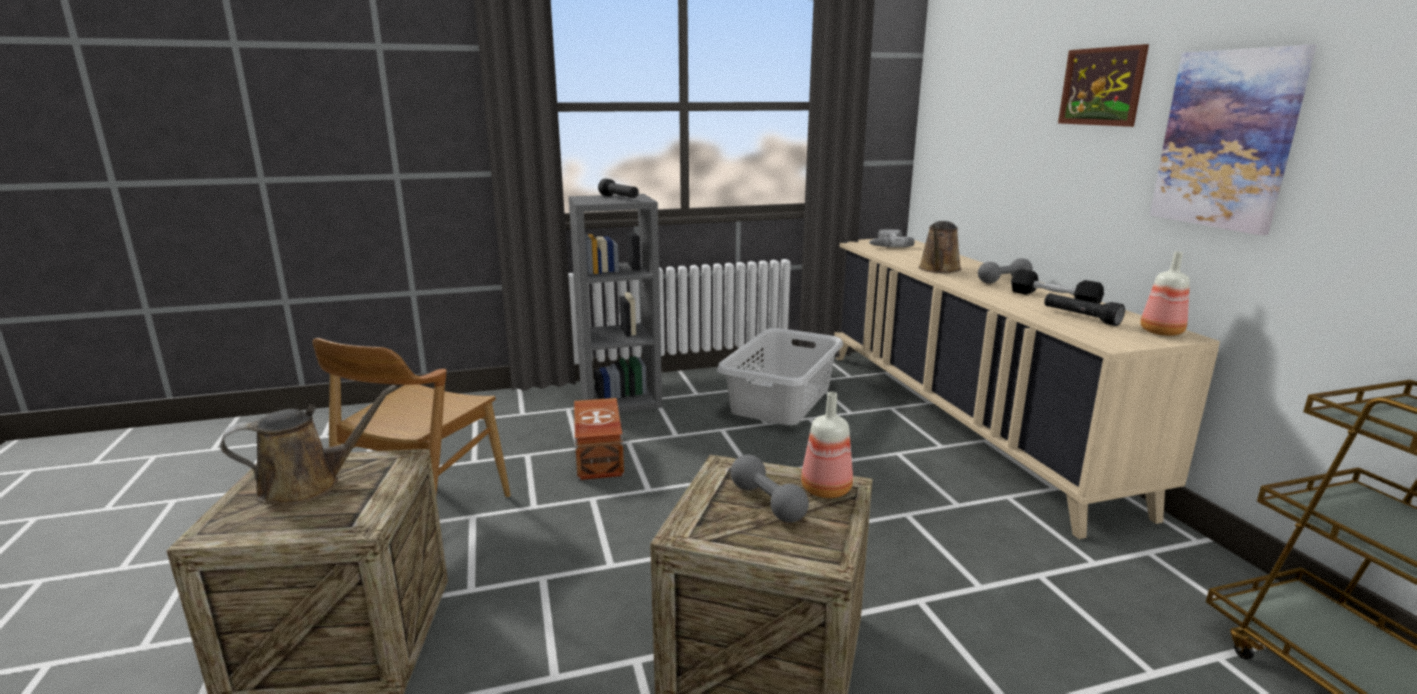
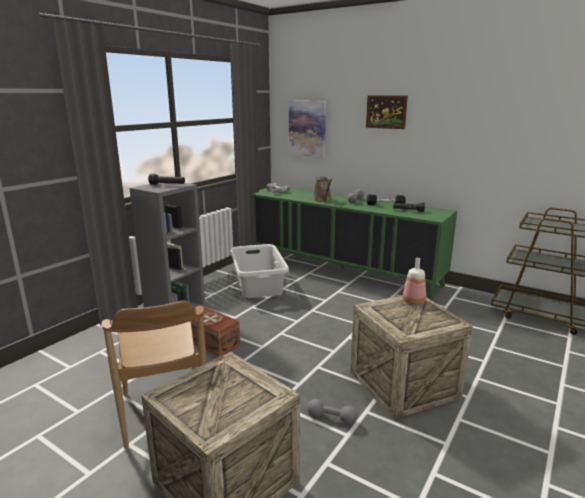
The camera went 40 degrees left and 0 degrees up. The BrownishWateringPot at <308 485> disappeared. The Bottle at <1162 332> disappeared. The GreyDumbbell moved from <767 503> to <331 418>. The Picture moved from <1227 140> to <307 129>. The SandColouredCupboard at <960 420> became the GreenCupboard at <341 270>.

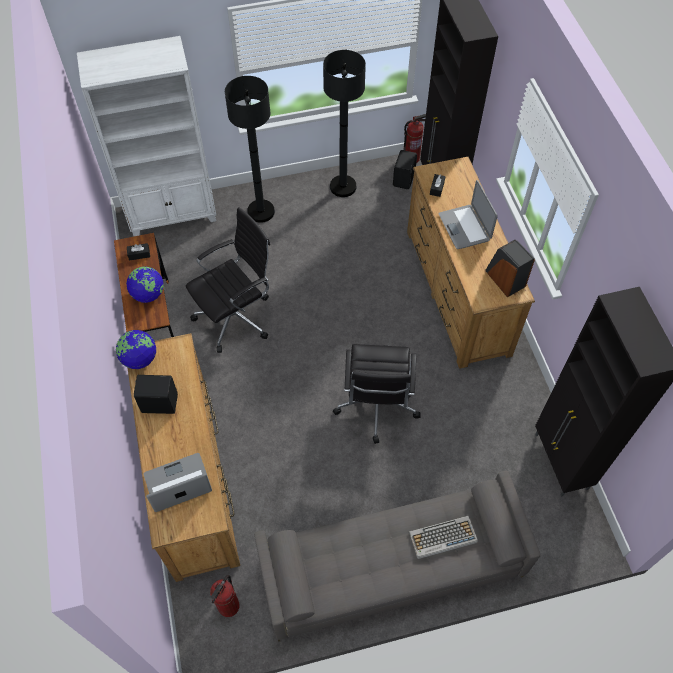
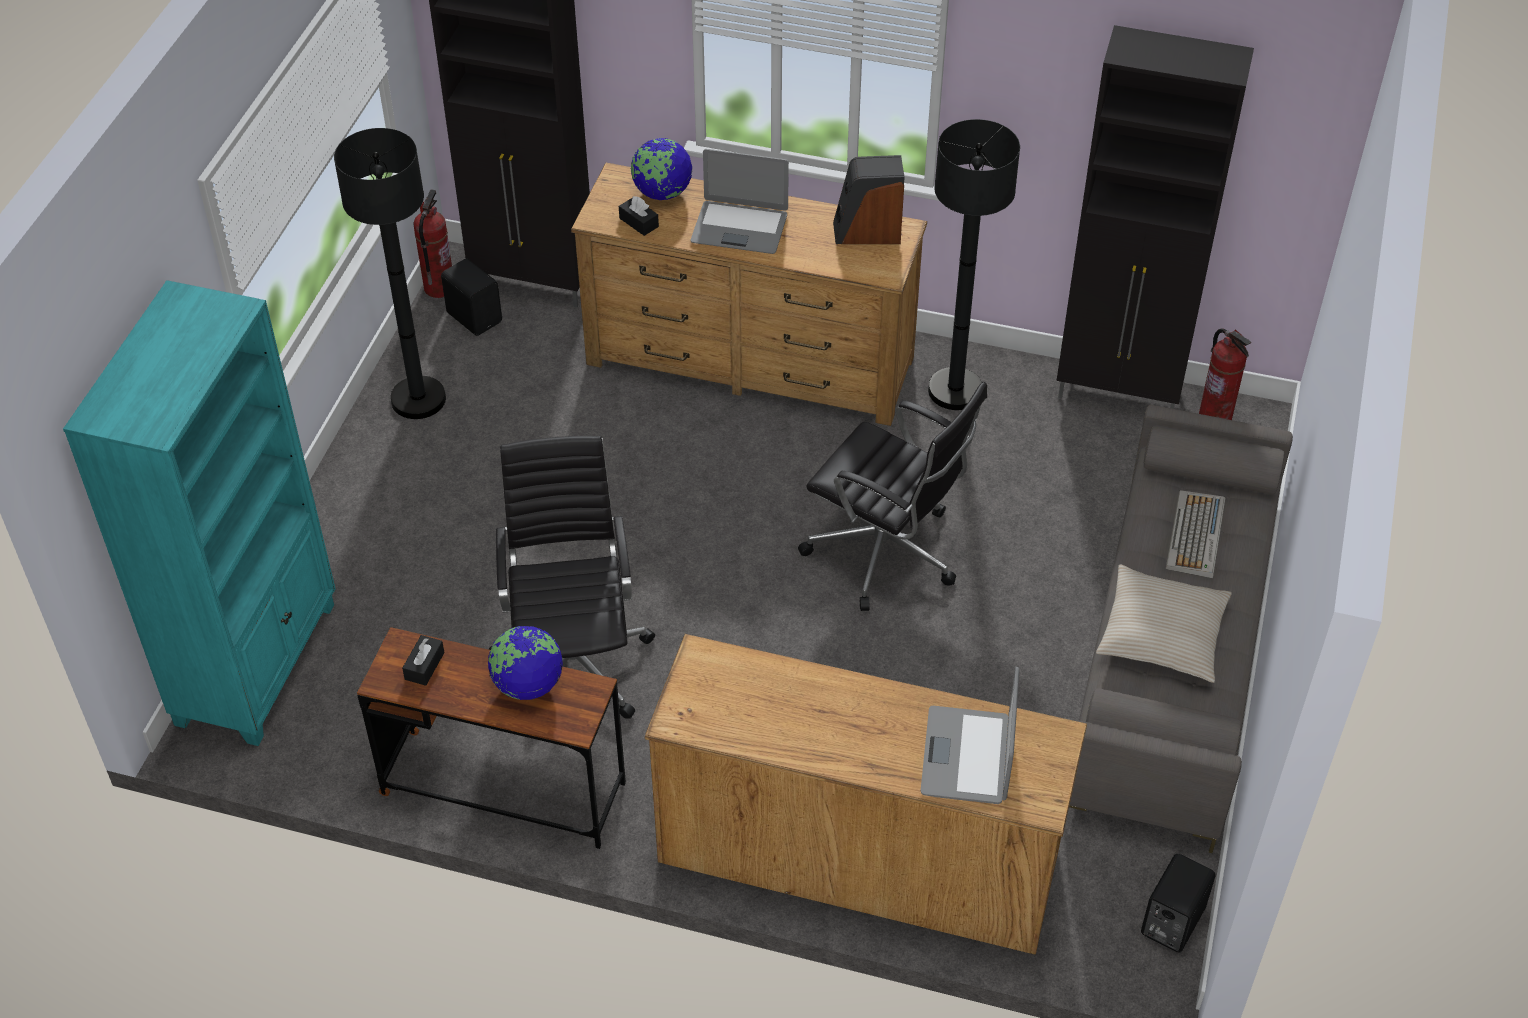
The camera went 60 degrees left and 10 degrees down. The SandColouredThrowPillow at <1162 633> appeared. The DeskGlobe moved from <140 359> to <662 193>. The BlackSpeaker moved from <159 402> to <1170 922>. The Extinguisher moved from <228 606> to <1215 416>. The BlackStandardLamp moved from <261 212> to <955 390>. The WhiteColouredBookshelf at <173 214> became the TurquoiseBookshelf at <258 663>.

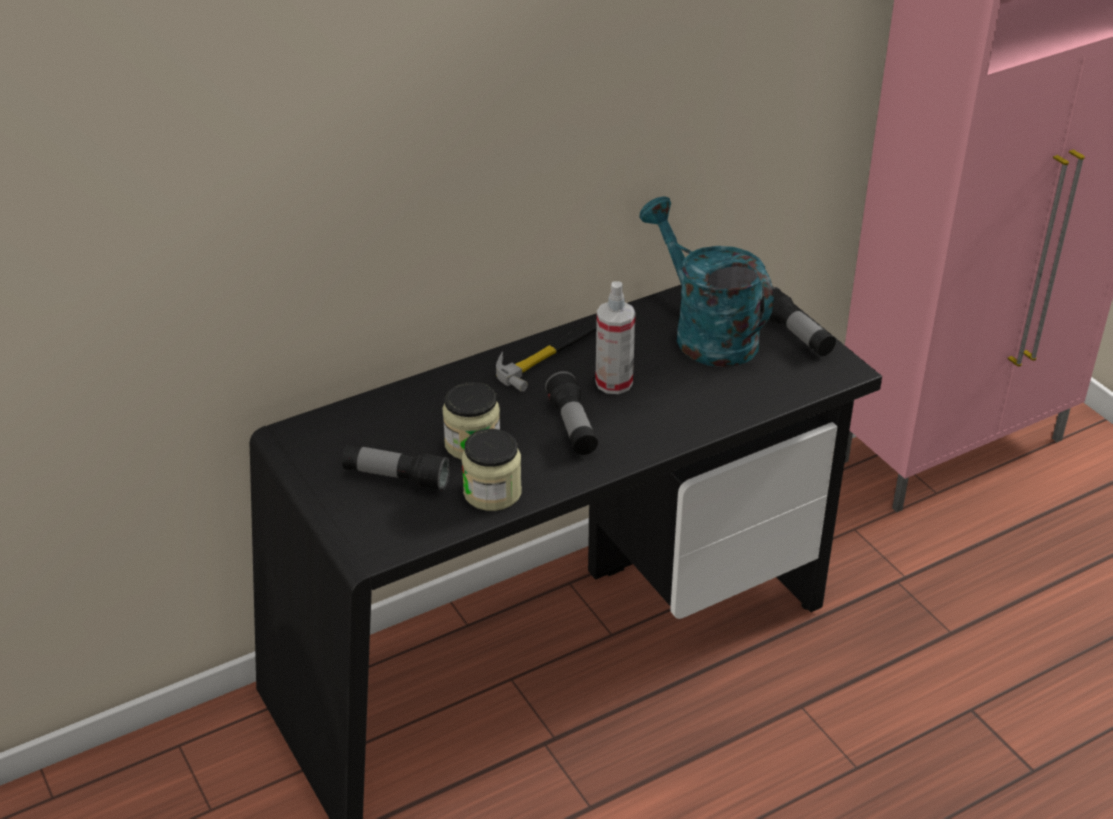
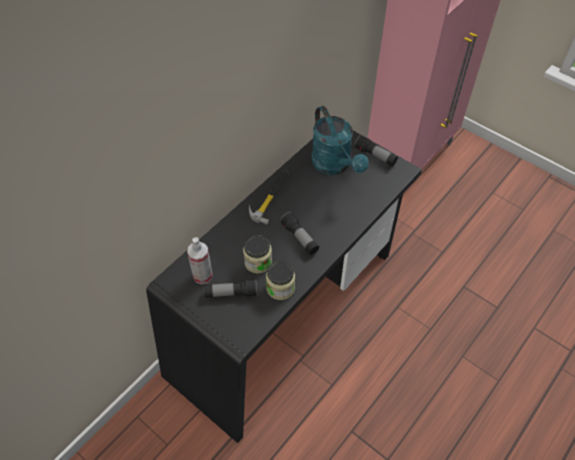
The camera went 20 degrees left and 15 degrees up. The Sprayer moved from <614 382> to <202 275>. The TurquoiseWateringPot at <705 333> turned 150 degrees counterclockwise.

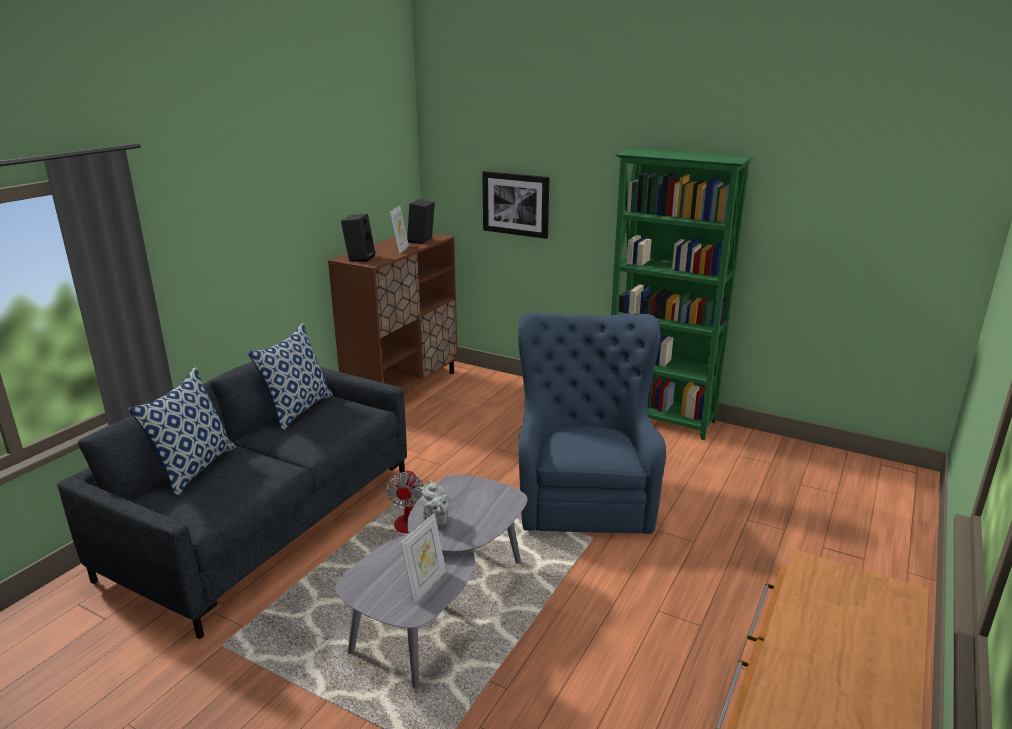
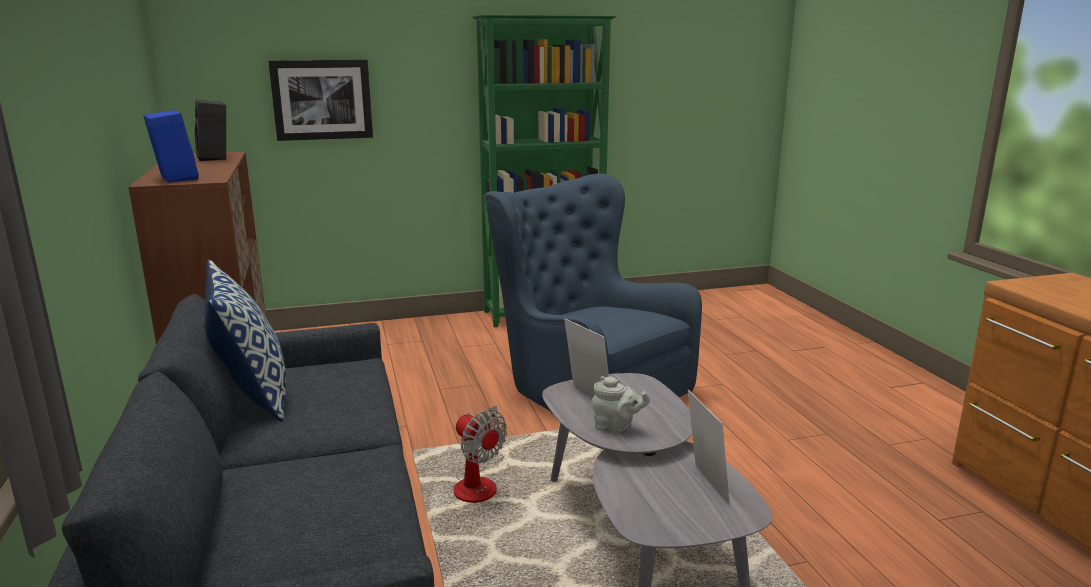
The camera went 45 degrees left and 5 degrees down. The ThrowPillow at <194 468> disappeared. The PhotoFrame moved from <400 249> to <587 396>. The BlackSpeaker at <359 258> became the BluishSpeaker at <174 178>.

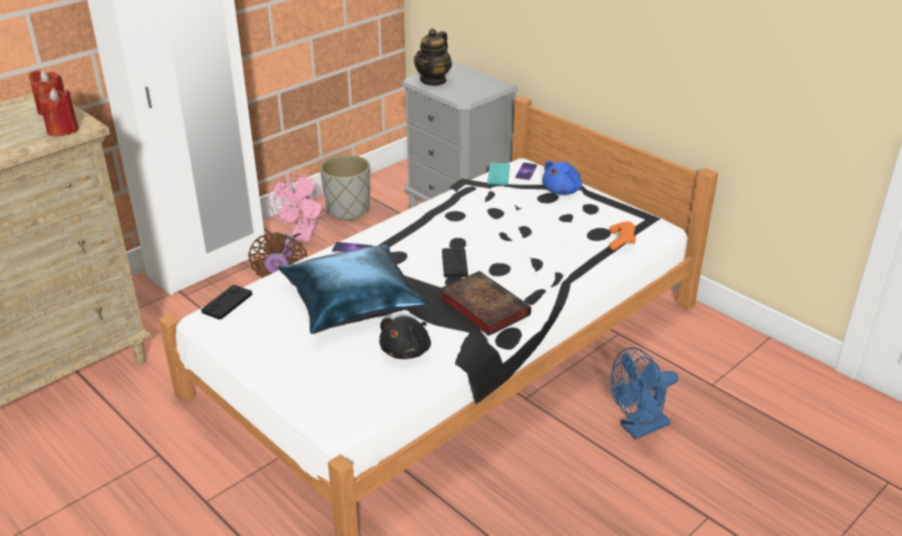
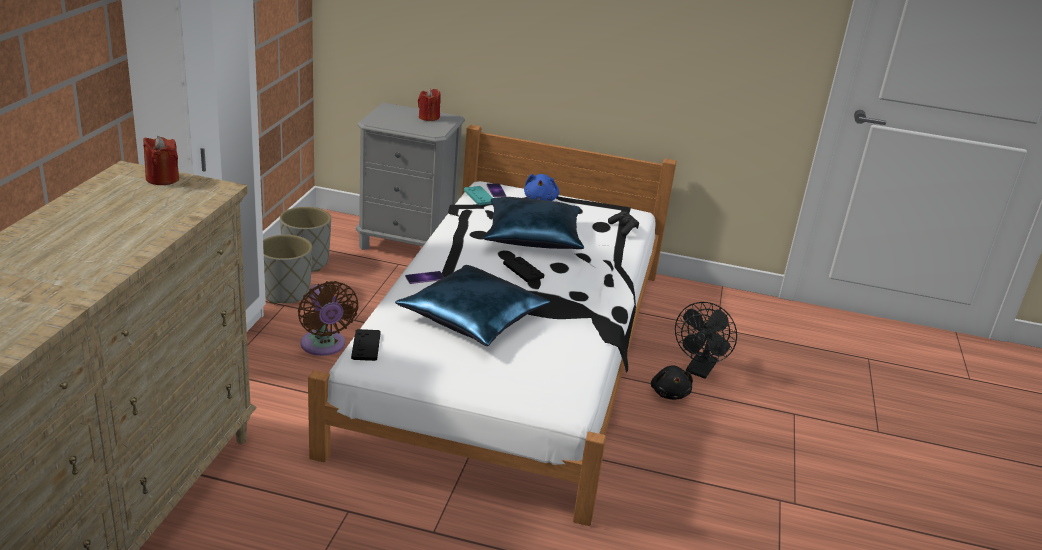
The camera went 35 degrees left and 5 degrees down. The TeaPot at <433 80> disappeared. The Book at <482 306> disappeared. The BluishThrowPillow at <533 236> appeared. The ReddishWaxCandle moved from <63 130> to <428 117>. The BlackPlushToy moved from <407 350> to <669 393>. The PinkFan at <303 236> was replaced by the GreyFlowerPot at <286 293>. The OrangeyJoypad at <621 241> became the BlackJoypad at <623 229>. The BluishFan at <638 428> became the BlackFan at <699 370>.

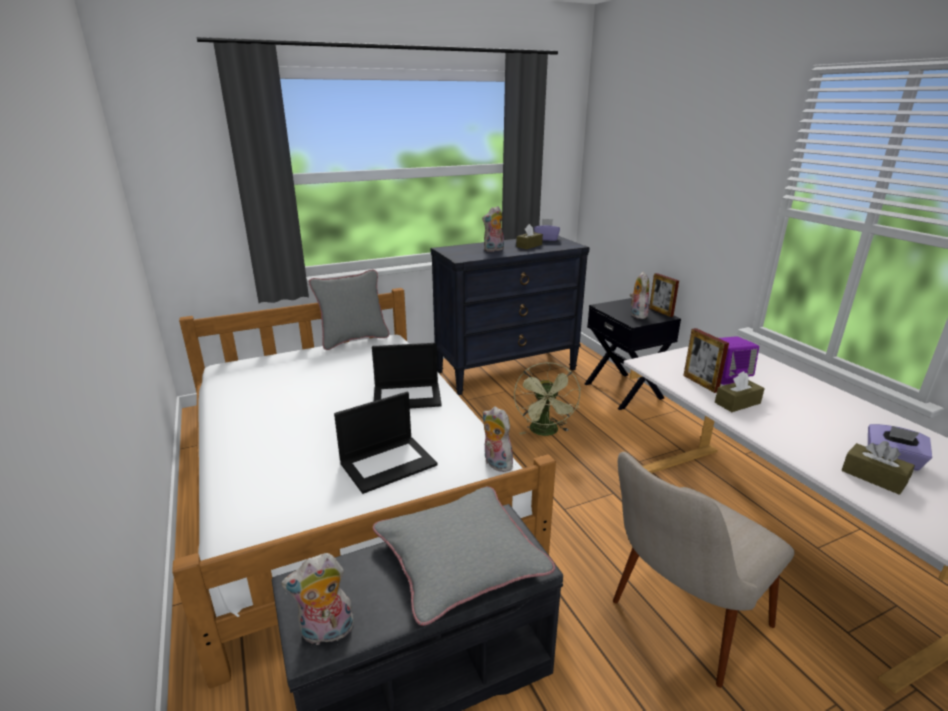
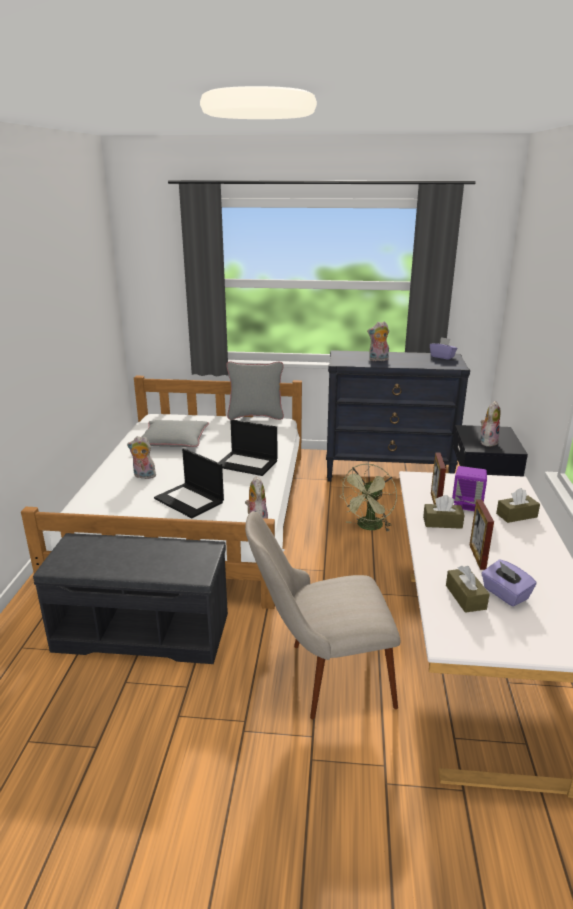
The camera went 30 degrees right and 0 degrees up. The PlushToy moved from <326 633> to <143 476>. The GreyThrowPillow moved from <460 559> to <173 440>. The BrownishBoxOfTissues moved from <529 246> to <516 515>. The PhotoFrame moved from <661 312> to <477 557>. The Laptop at <388 463> turned 45 degrees clockwise.

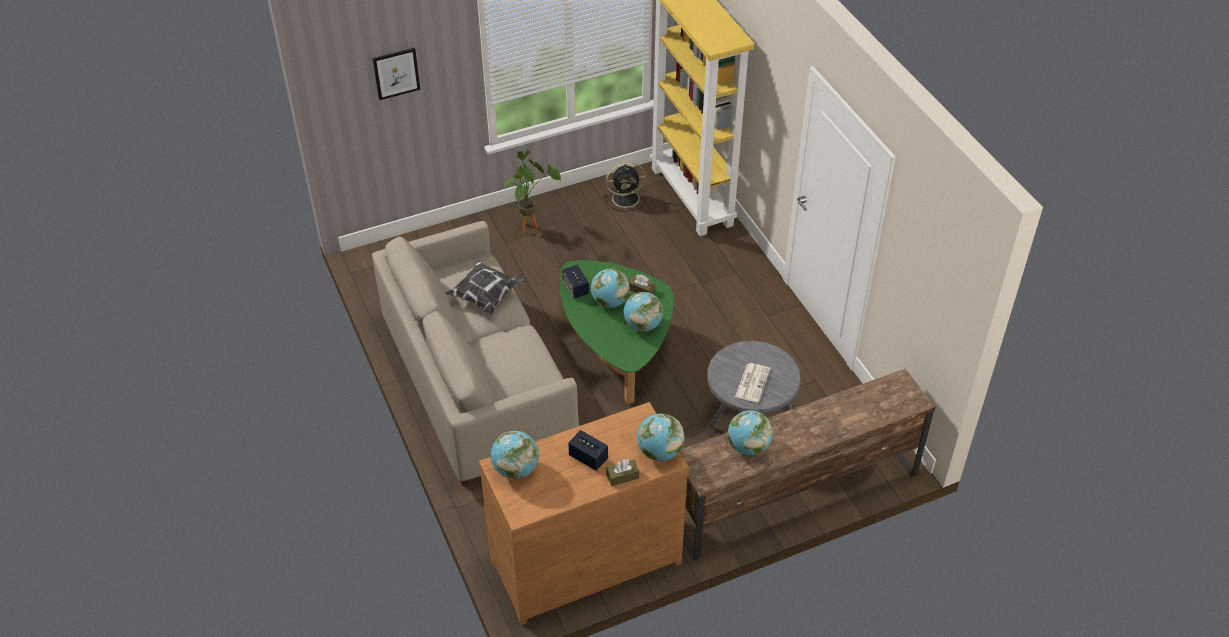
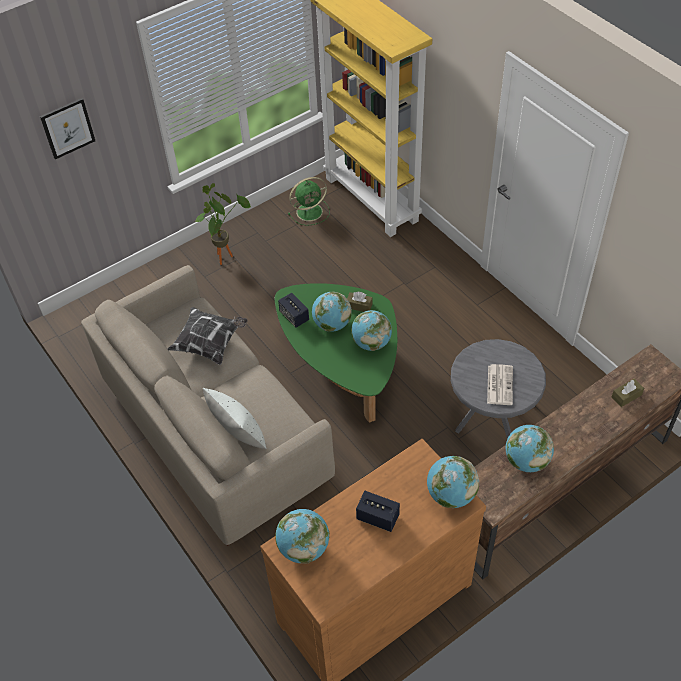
The camera went 10 degrees left and 5 degrees up. The WhiteColouredThrowPillow at <238 435> appeared. The BrownishBoxOfTissues moved from <622 476> to <626 396>. The BlackFan at <627 198> became the GreenFan at <310 211>.

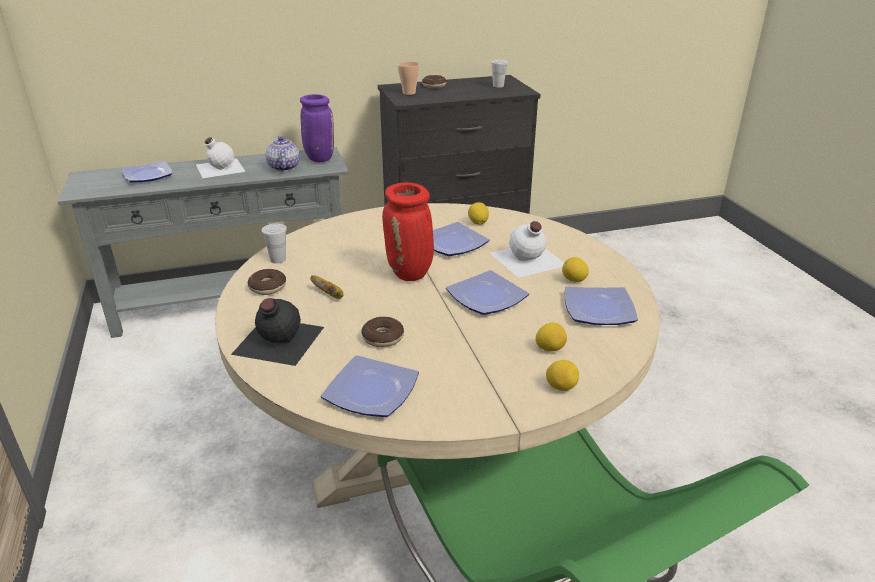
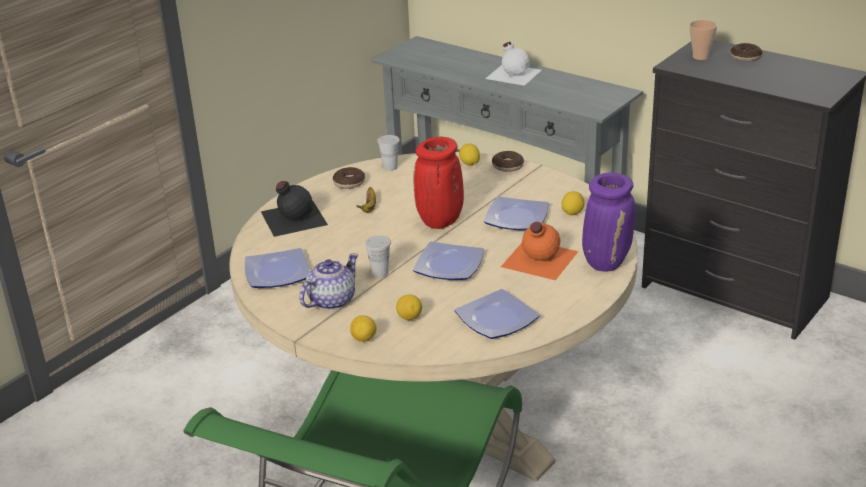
The camera went 55 degrees right and 0 degrees up. The Plate at <147 176> disappeared. The TeaPot moved from <283 167> to <331 301>. The PurpleColouredFlowerVase moved from <319 158> to <606 262>. The Doughnut moved from <383 338> to <507 166>. The WhiteColouredSmallCup moved from <498 86> to <380 273>. The CitrusFruit moved from <574 280> to <469 164>. The WhiteColouredBottle at <527 259> became the OrangeyBottle at <538 259>.

